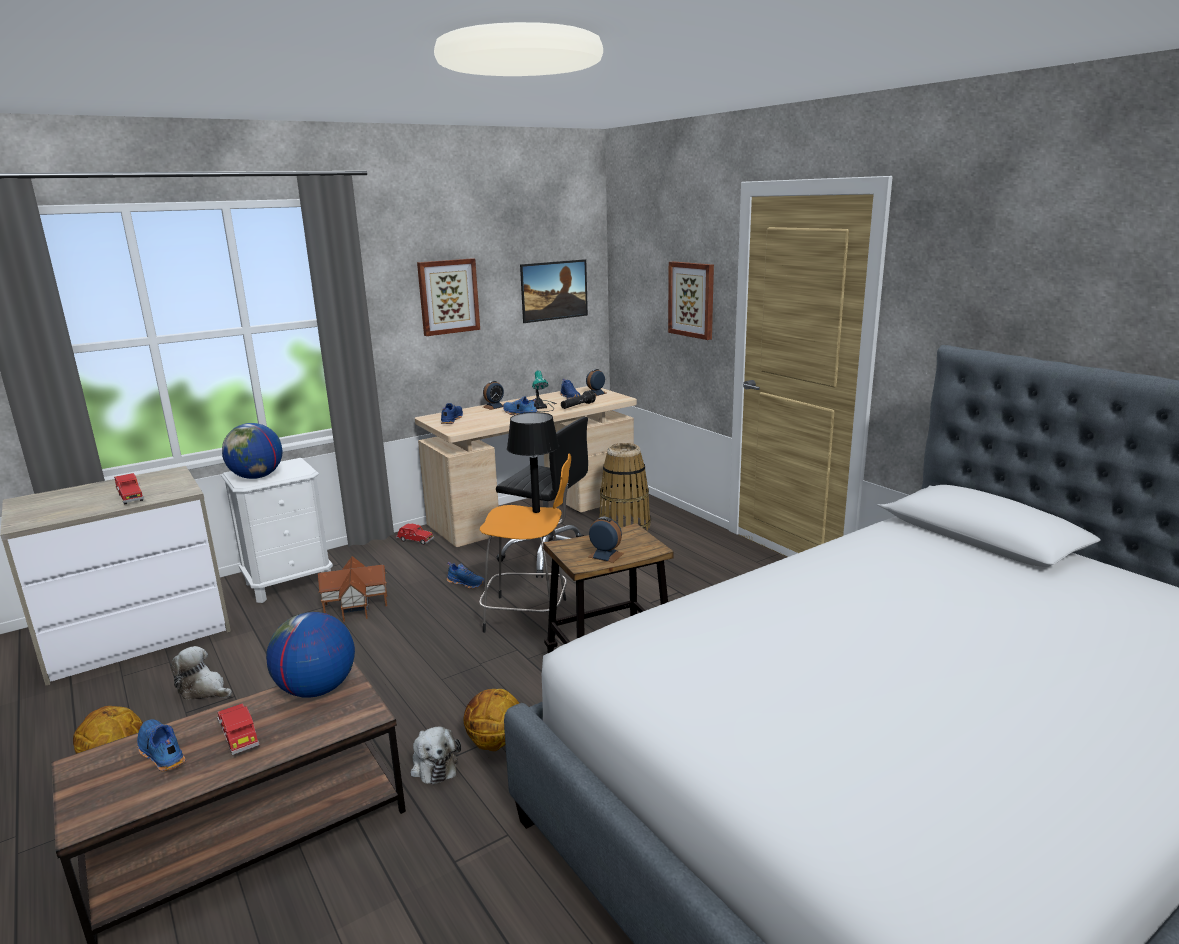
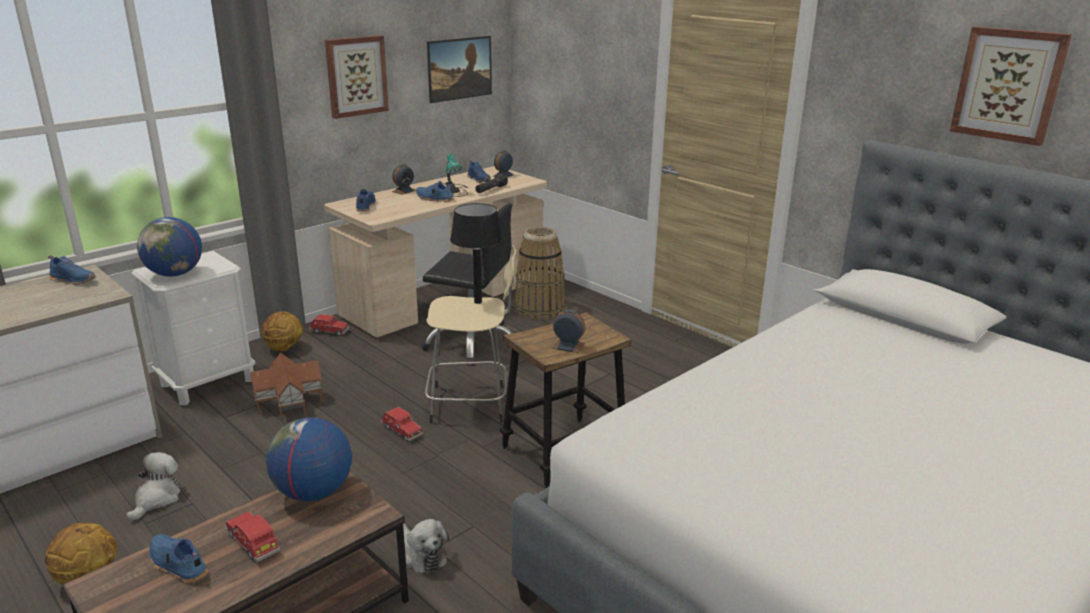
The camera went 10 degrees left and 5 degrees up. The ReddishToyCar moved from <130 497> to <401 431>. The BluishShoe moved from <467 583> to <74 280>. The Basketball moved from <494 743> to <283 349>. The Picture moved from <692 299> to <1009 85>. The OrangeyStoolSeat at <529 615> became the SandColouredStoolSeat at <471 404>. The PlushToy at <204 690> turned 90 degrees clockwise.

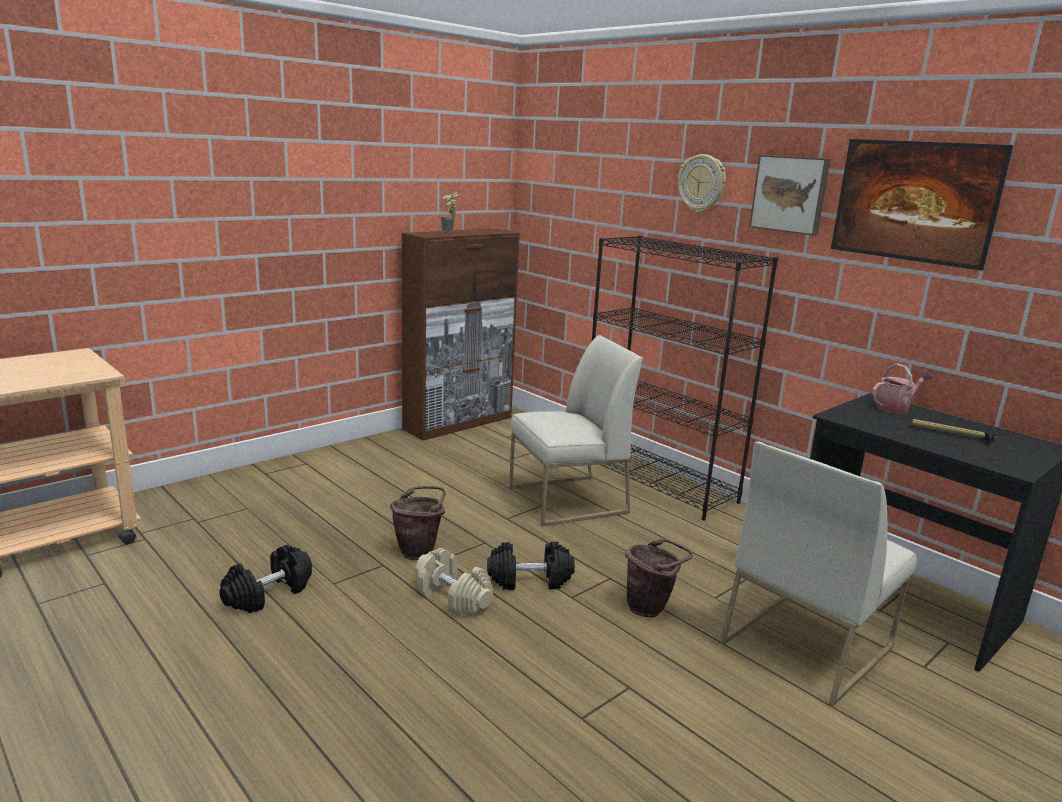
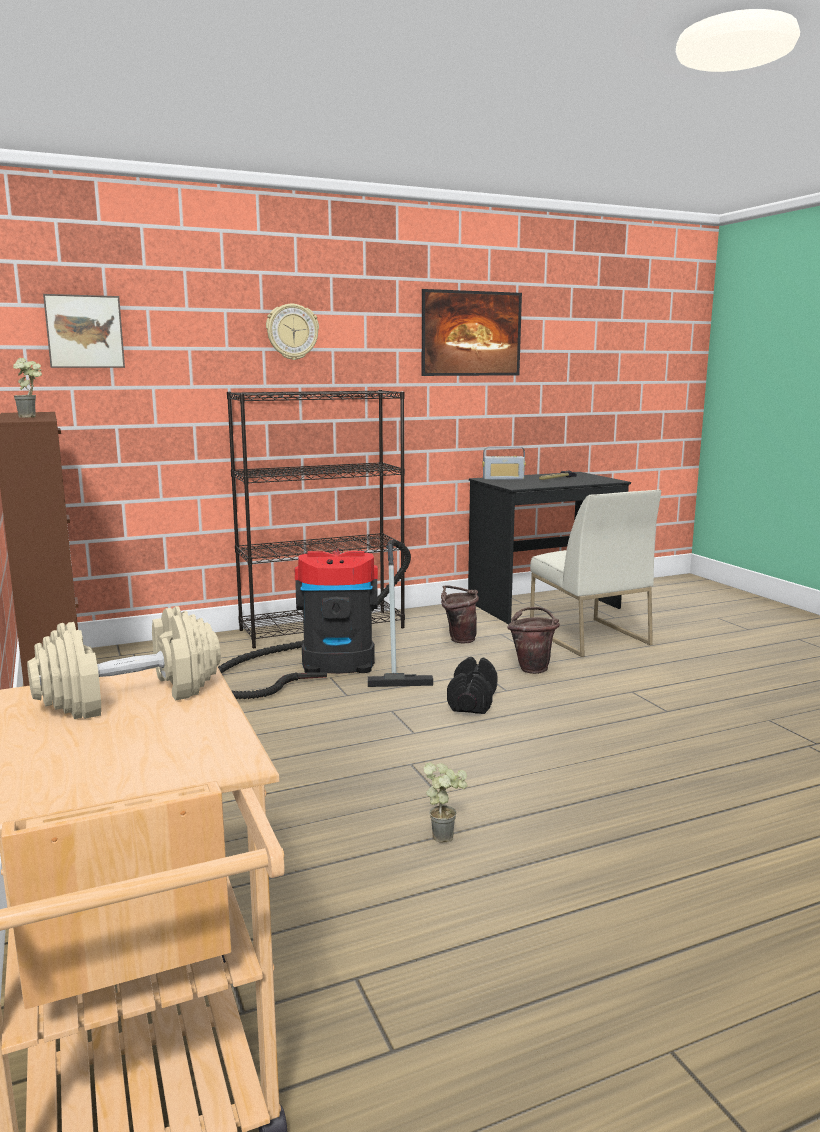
The camera went 70 degrees left and 5 degrees down. The BrownishPail moved from <419 551> to <458 639>. The SandColouredDumbbell moved from <452 597> to <130 696>. The Picture moved from <790 194> to <84 332>. The BlackDumbbell at <268 594> was replaced by the PlantInAPot at <446 835>. The WhiteColouredUprightChair at <567 500> was replaced by the Vacuum at <329 666>. The WateringPot at <896 407> was replaced by the RadioSet at <503 478>.

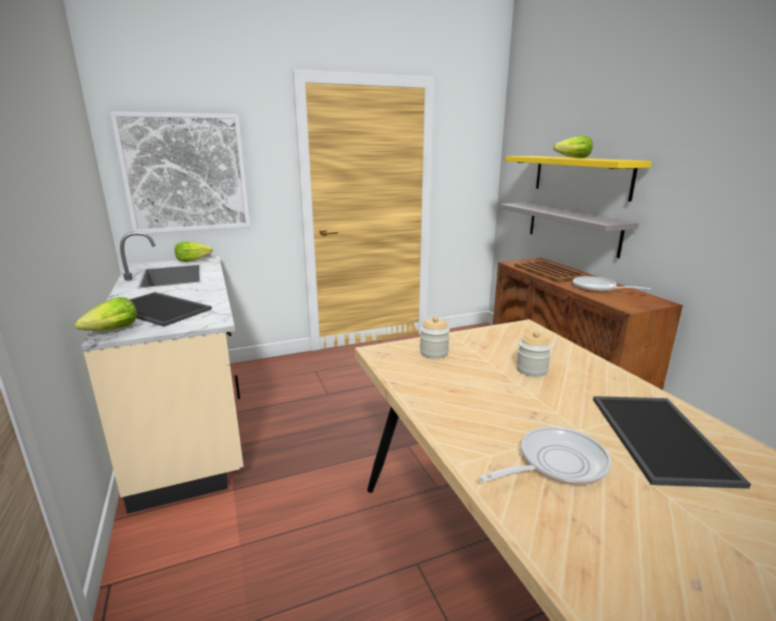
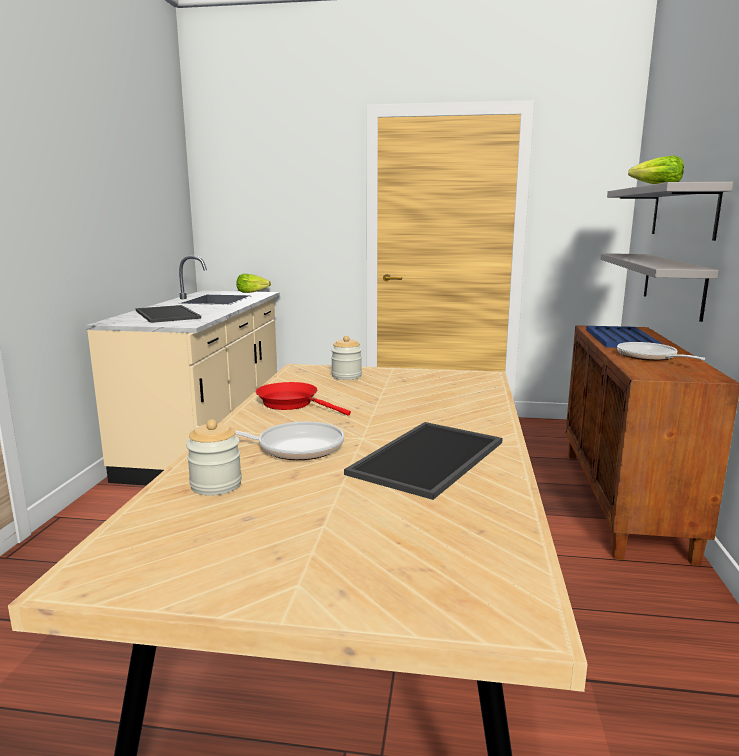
The camera went 30 degrees right and 5 degrees down. The LettuceHead at <113 330> disappeared. The Picture at <186 173> disappeared. The ReddishSkillet at <292 404> appeared. The StorageJar moved from <531 370> to <216 485>. The YellowColouredWallShelf at <580 176> became the GreyWallShelf at <683 212>. The BrownishServingTray at <549 272> became the BluishServingTray at <621 338>.

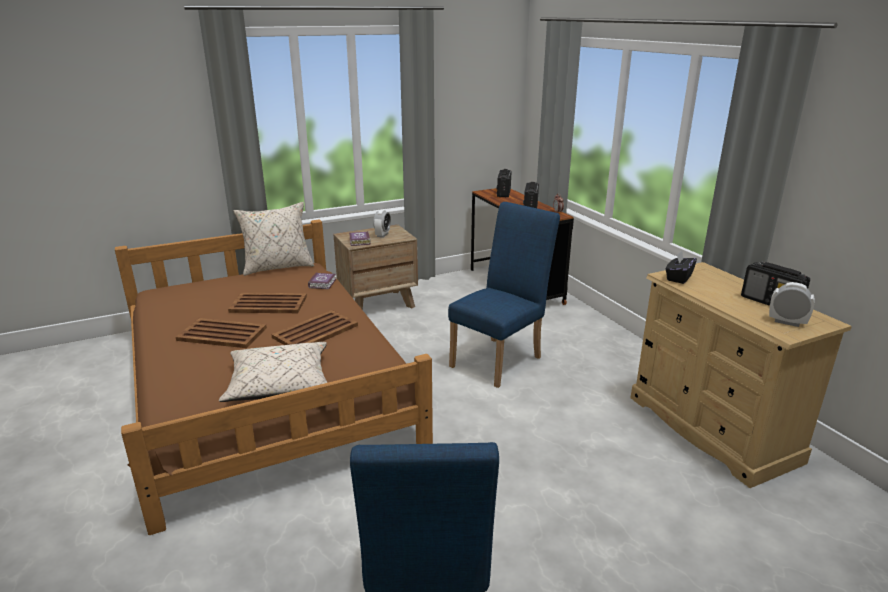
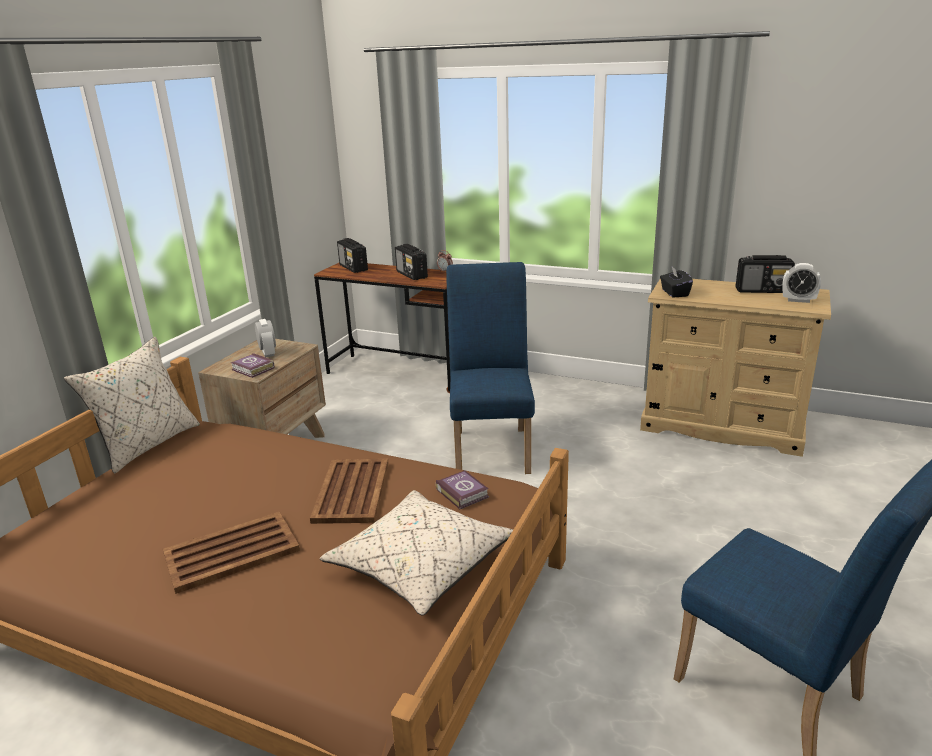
The camera went 40 degrees left and 0 degrees up. The BrownishServingTray at <269 304> disappeared. The Book moved from <323 283> to <462 492>. The BedsideClock at <787 322> turned 150 degrees counterclockwise.

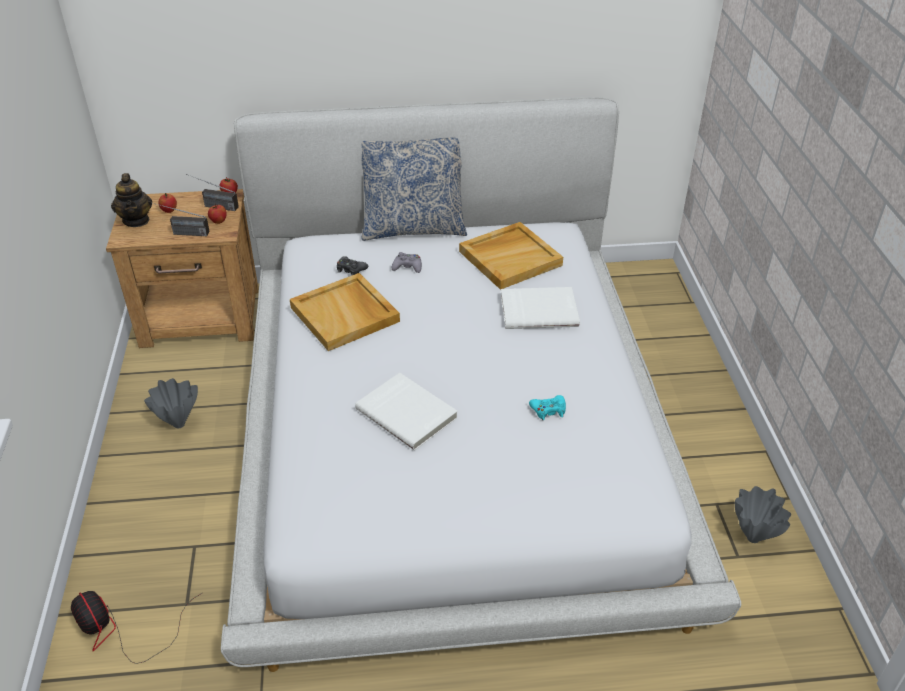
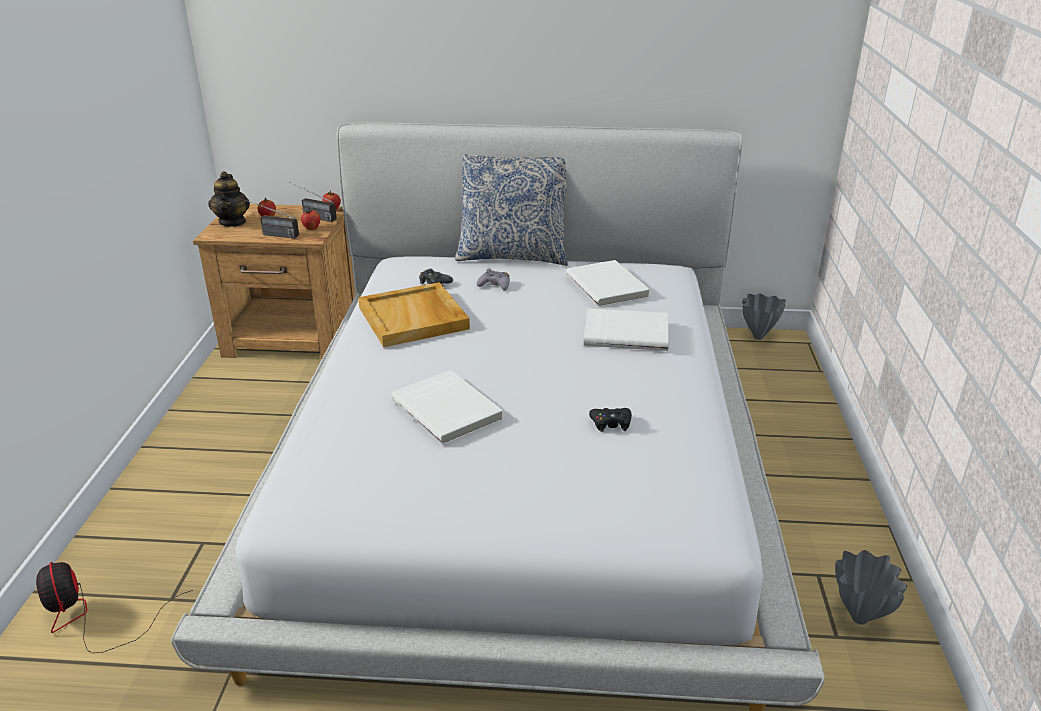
The camera went 10 degrees right and 10 degrees down. The GreyFlowerVase moved from <178 425> to <757 337>. The SandColouredServingTray at <510 258> was replaced by the WhiteColouredBook at <608 286>. The TurquoiseJoypad at <548 410> became the BlackJoypad at <611 423>.

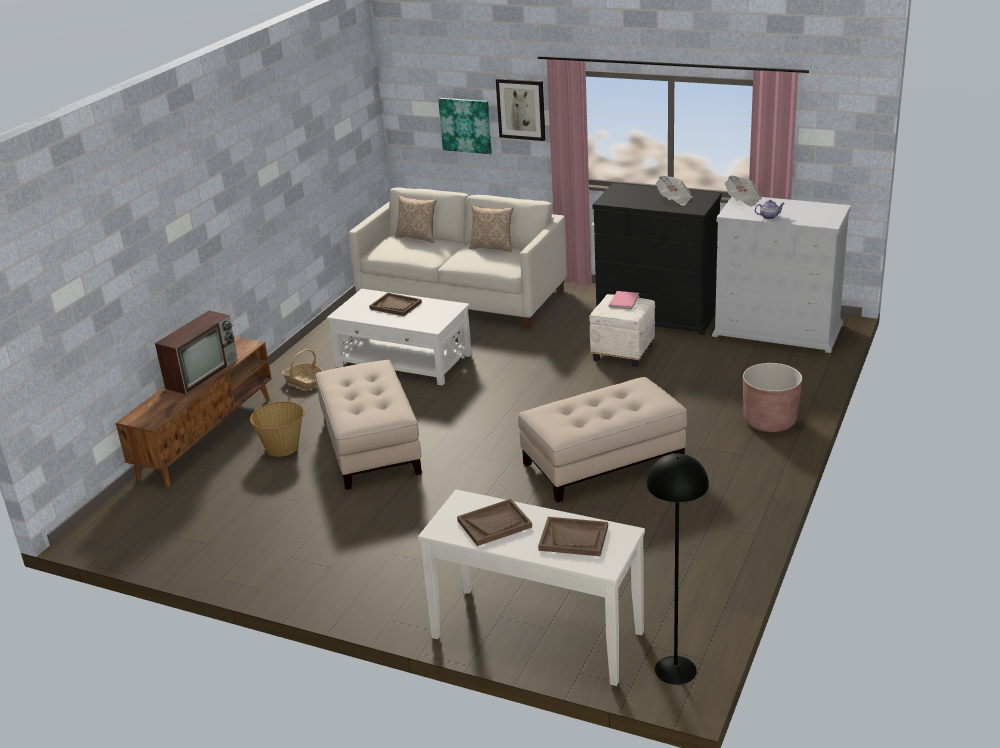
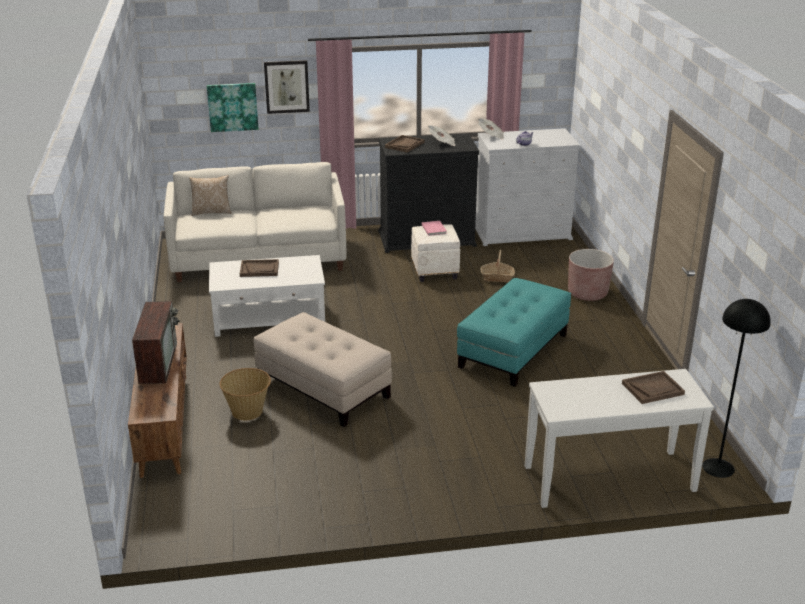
The camera went 35 degrees left and 0 degrees up. The ThrowPillow at <492 247> disappeared. The HouseholdBasket moved from <304 381> to <497 277>. The BrownishServingTray moved from <494 524> to <404 145>. The SandColouredOttoman at <603 462> became the TurquoiseOttoman at <512 350>.

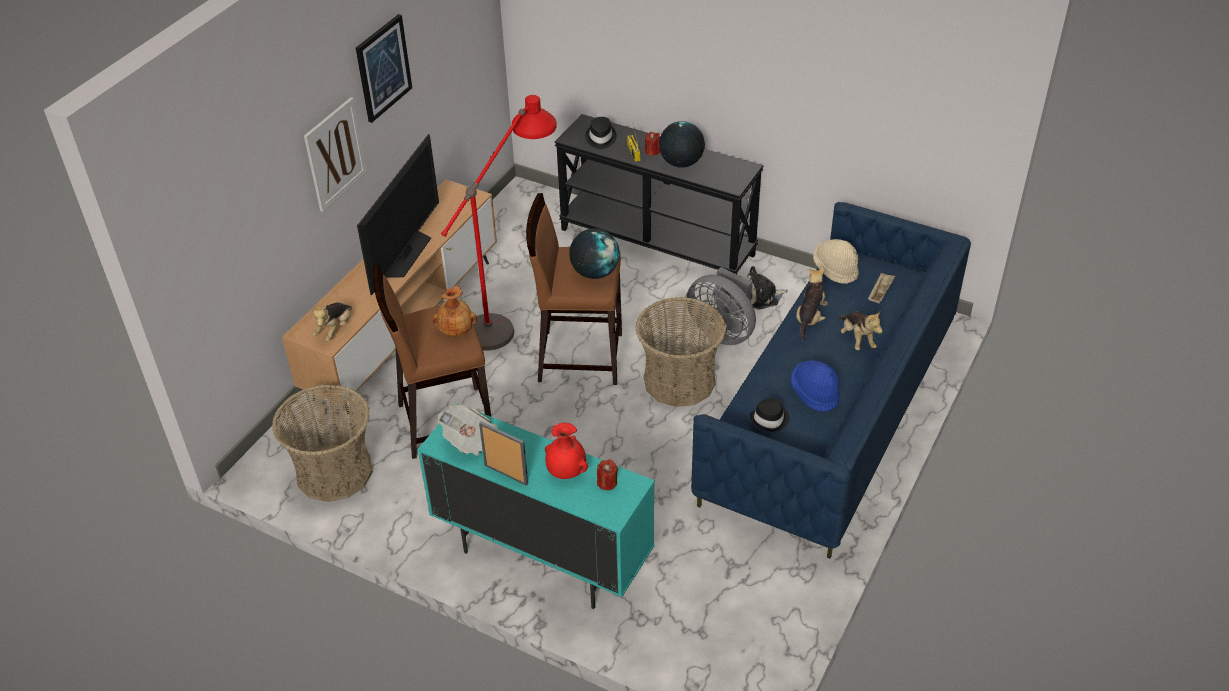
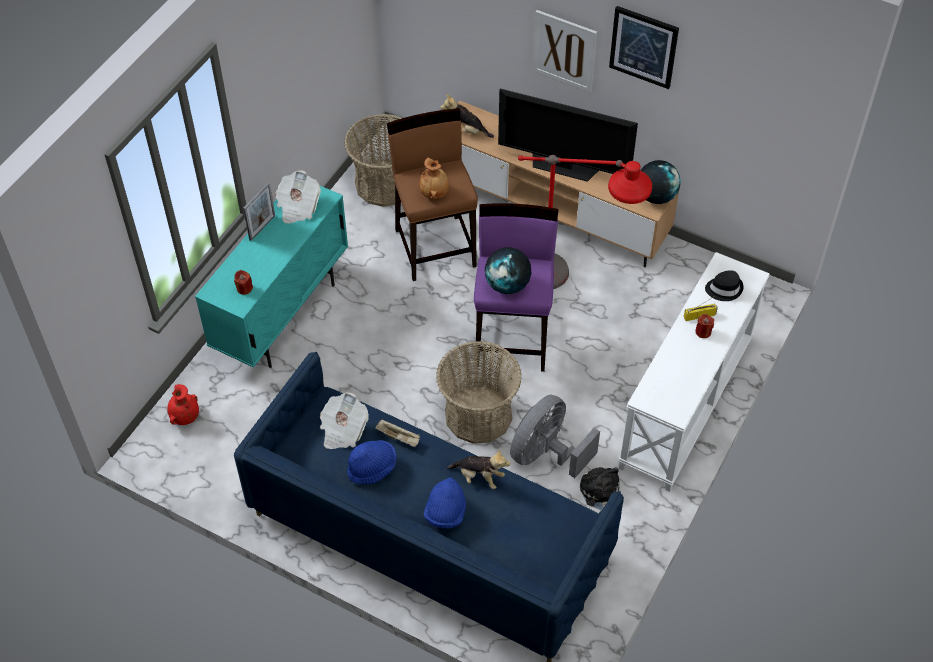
The camera went 90 degrees right and 10 degrees up. The SandColouredClothingHat at <835 269> disappeared. The ReddishFlowerVase moved from <566 471> to <184 416>. The DeskGlobe moved from <681 163> to <656 196>. The SandColouredServingTray moved from <880 293> to <399 437>. The BlackClothingHat at <770 419> was replaced by the PrintedPaper at <343 430>. The PlushToy at <857 339> was replaced by the BluishClothingHat at <445 513>. The BrownishStoolSeat at <579 356> became the PurpleColouredStoolSeat at <513 338>. The BlackHallTable at <658 241> became the WhiteColouredHallTable at <687 405>.

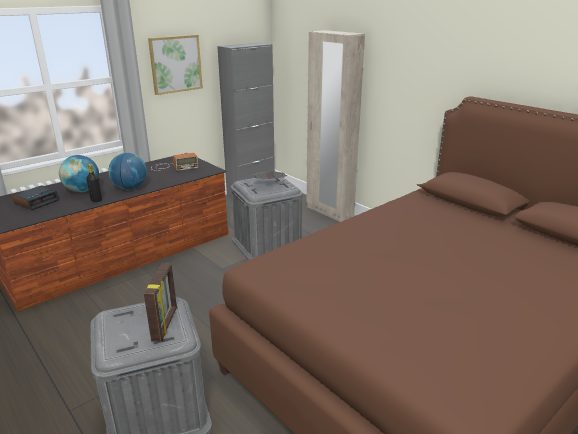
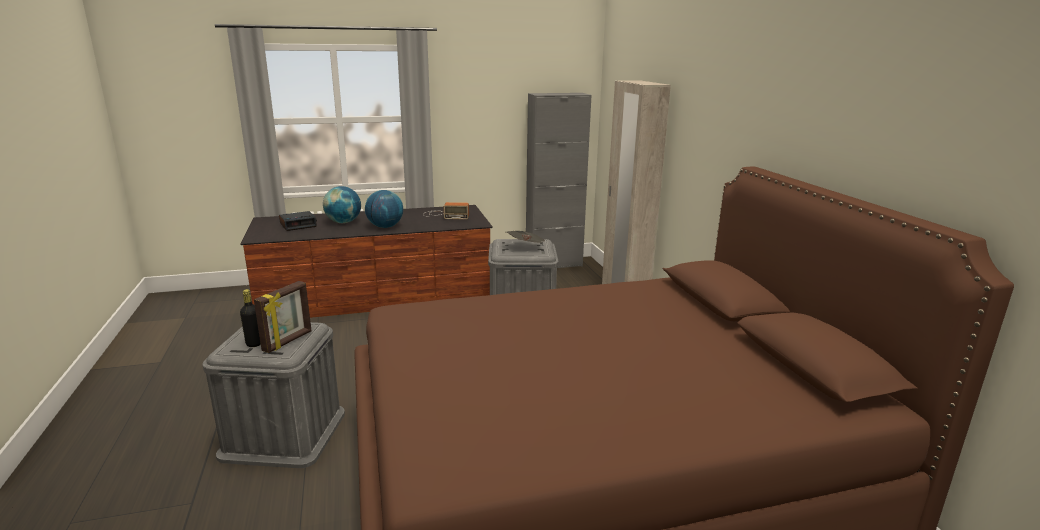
The camera went 25 degrees right and 5 degrees down. The Picture at <175 64> disappeared. The BlackBottle moved from <96 200> to <254 343>.

